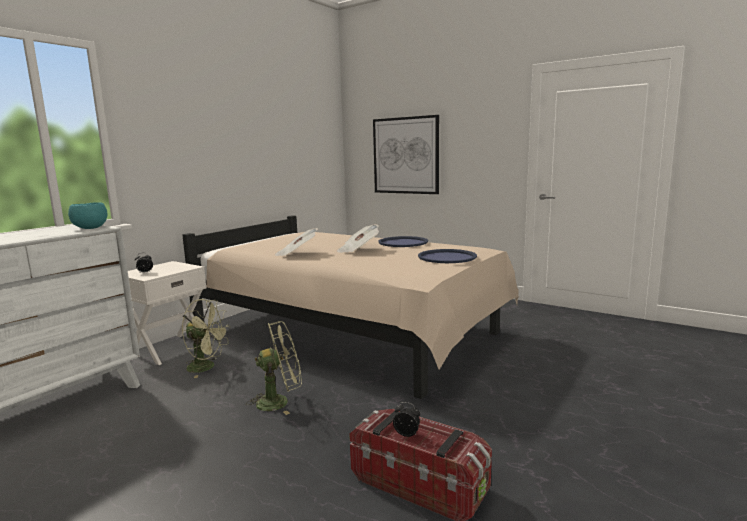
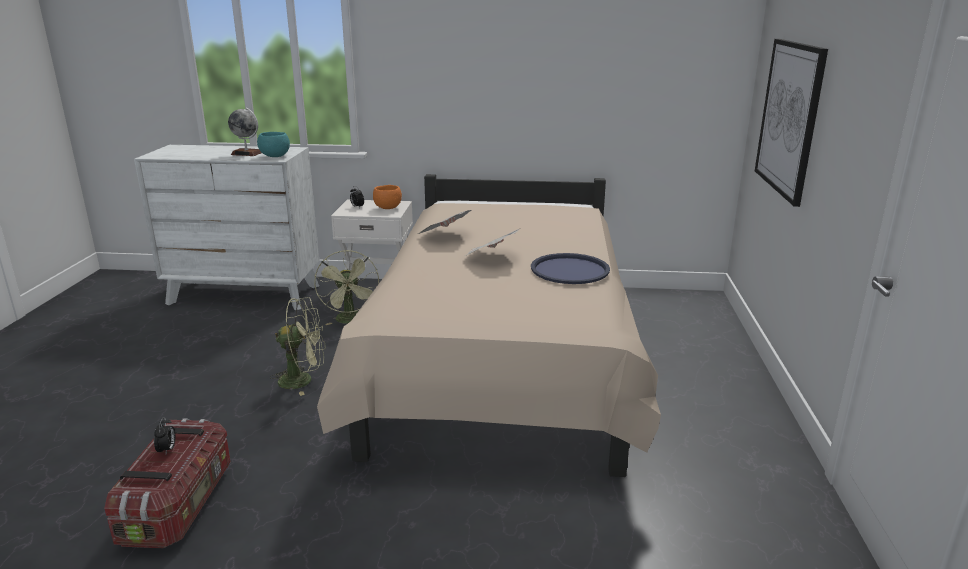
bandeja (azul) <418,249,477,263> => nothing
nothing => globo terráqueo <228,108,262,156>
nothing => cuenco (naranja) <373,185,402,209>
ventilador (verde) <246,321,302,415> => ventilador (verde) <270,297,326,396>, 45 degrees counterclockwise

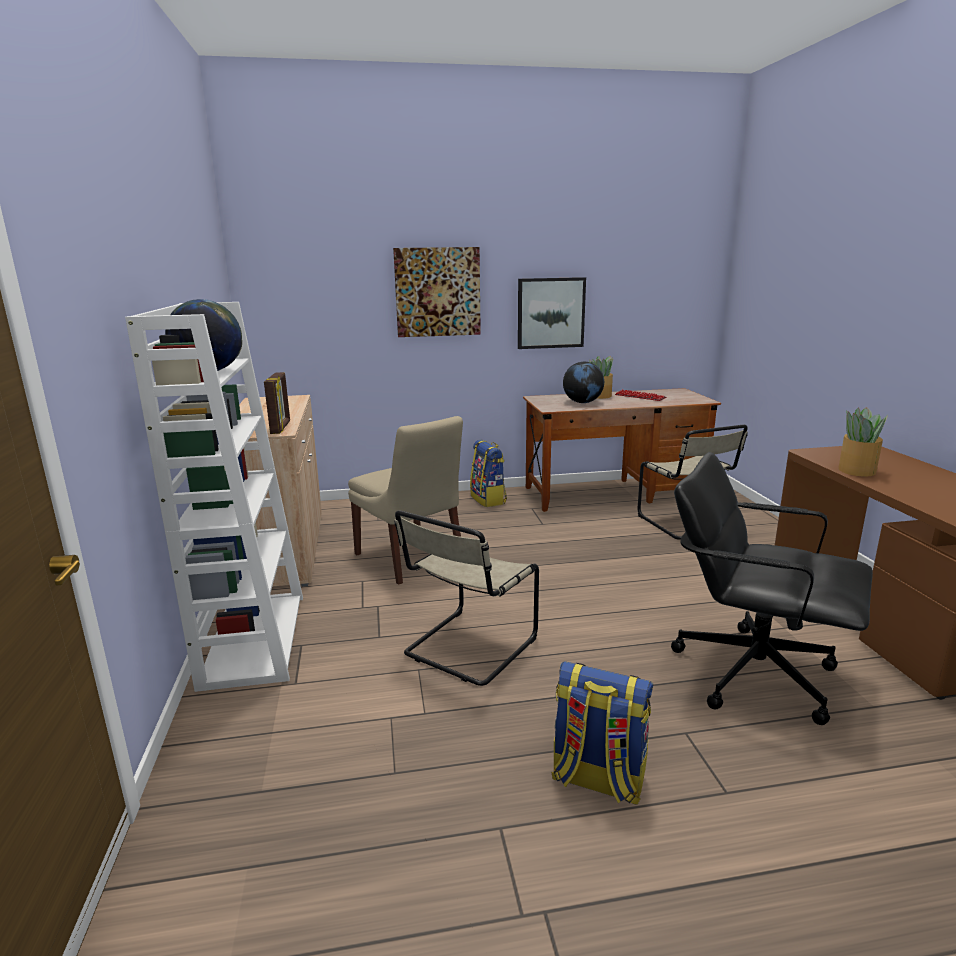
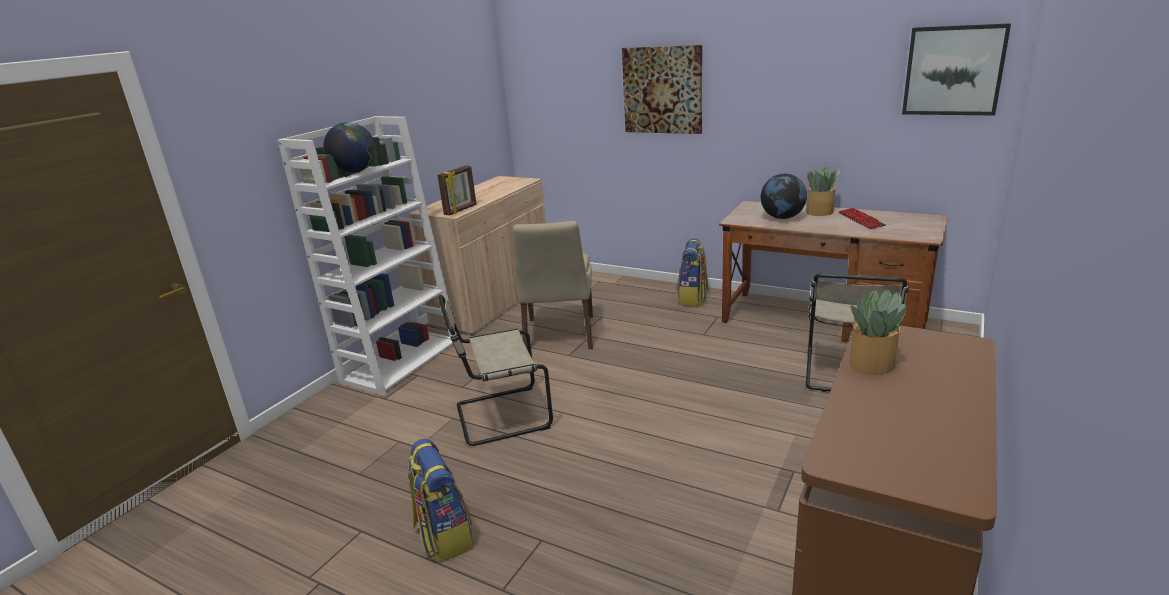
silla de oficina (negro) <671,452,873,725> => nothing
cuadro <518,277,586,349> => cuadro <902,23,1011,115>, relocated

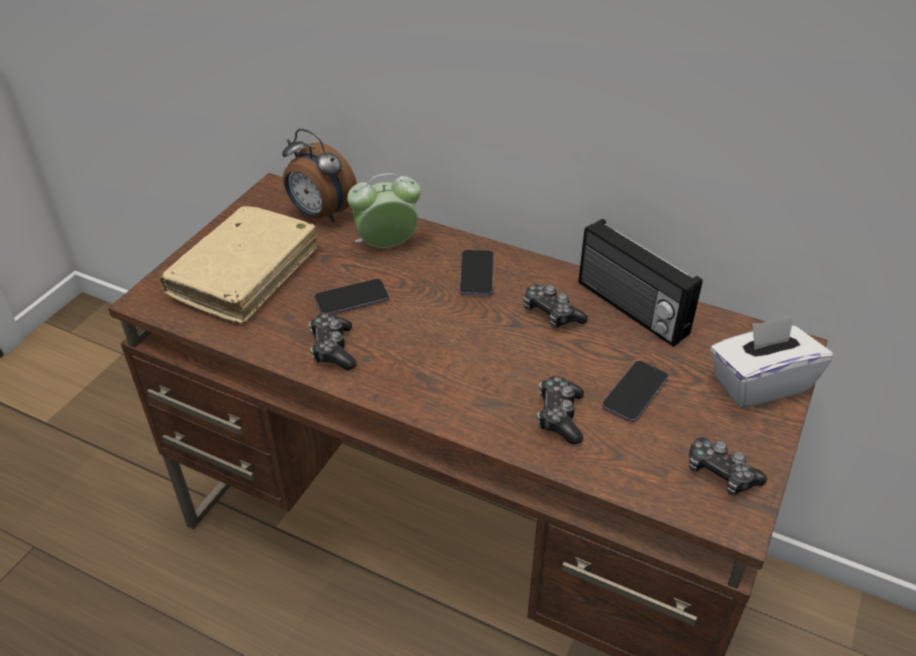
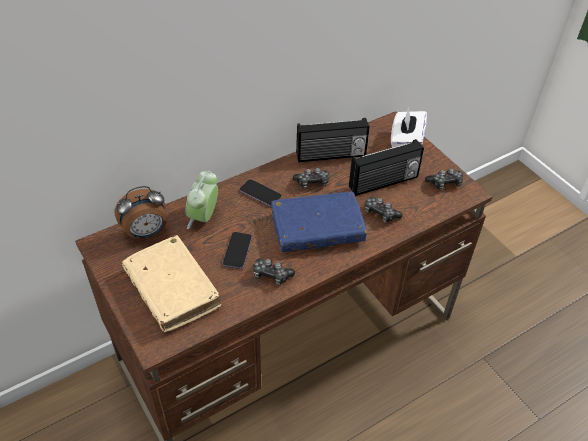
nothing => libro (azul) <271,192,367,252>
móvil <602,361,668,422> => radio <349,139,424,196>

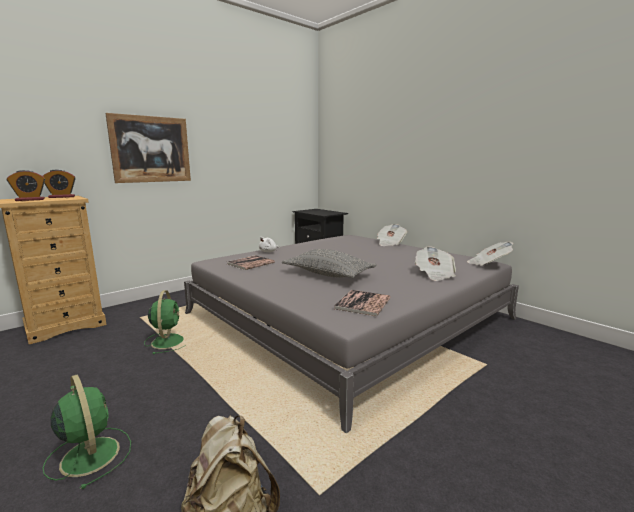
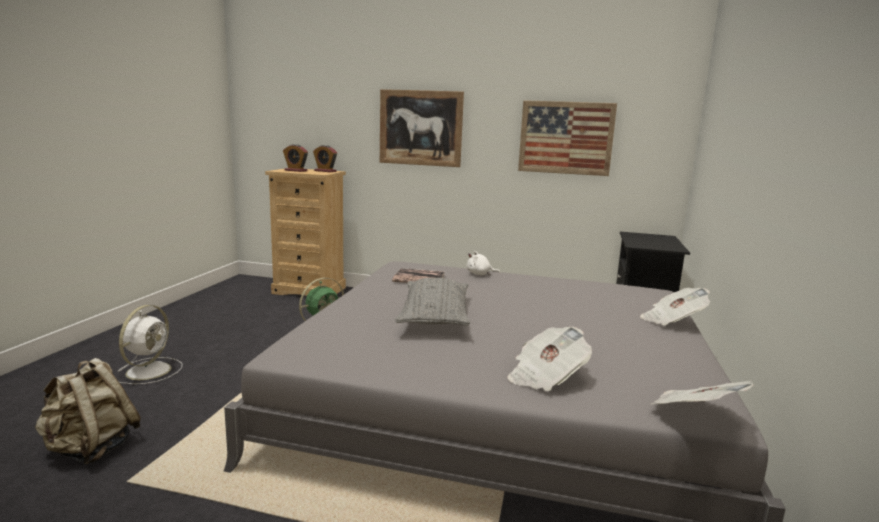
libro <334,290,391,317> => nothing
nothing => cuadro <518,100,617,176>
ventilador (verde) <43,375,131,489> => ventilador (blanco) <118,305,182,384>

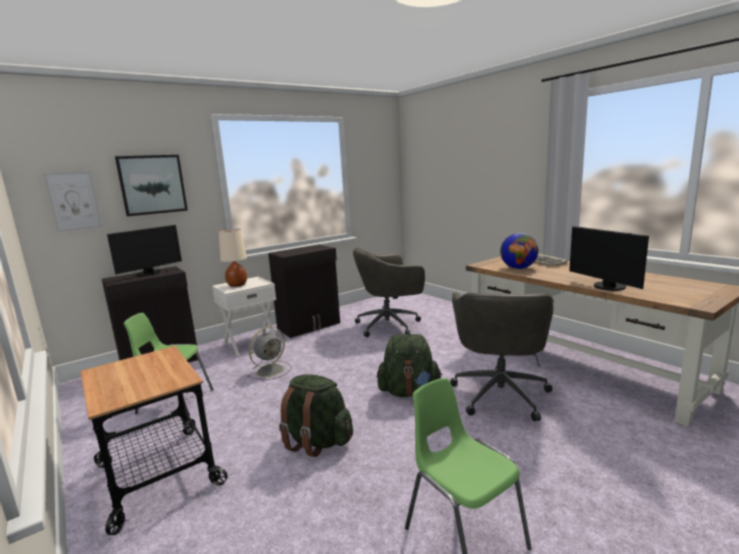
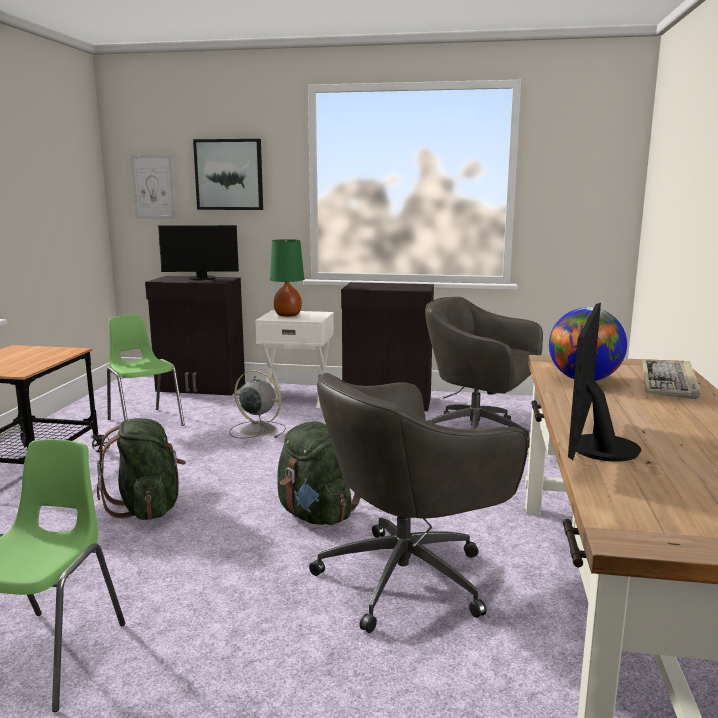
lámpara de mesa (beis) <219,229,247,287> => lámpara de mesa (verde) <270,239,304,317>
ventilador (gris) <248,326,292,380> => ventilador (gris) <229,370,286,438>, 150 degrees counterclockwise

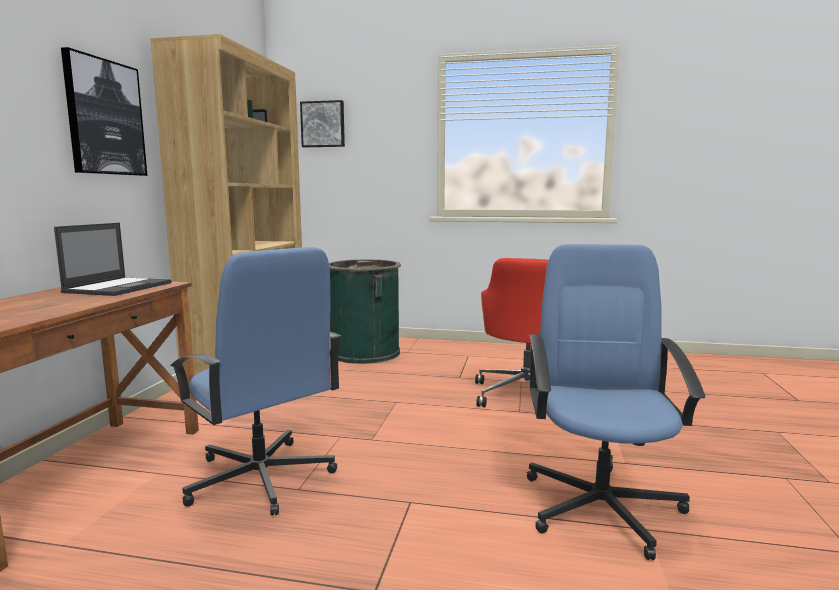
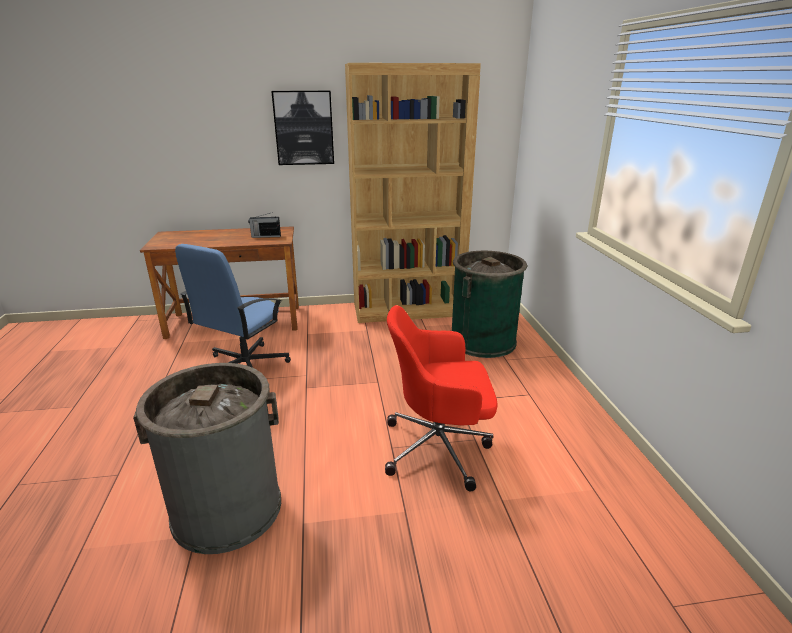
cuadro <300,100,345,147> => nothing
portátil <54,223,172,296> => radio <248,212,281,238>
silla de oficina (azul) <527,244,706,560> => papelera (gris) <133,363,281,554>

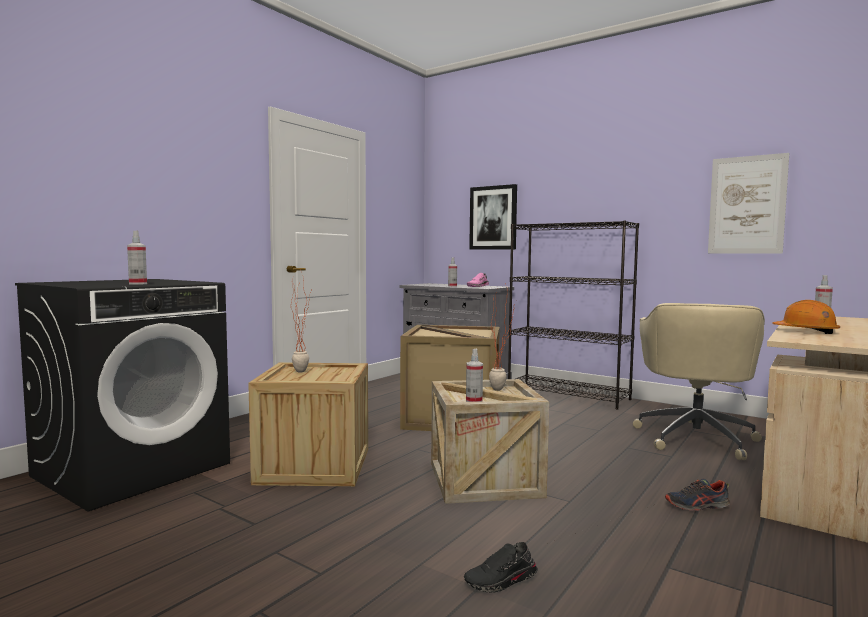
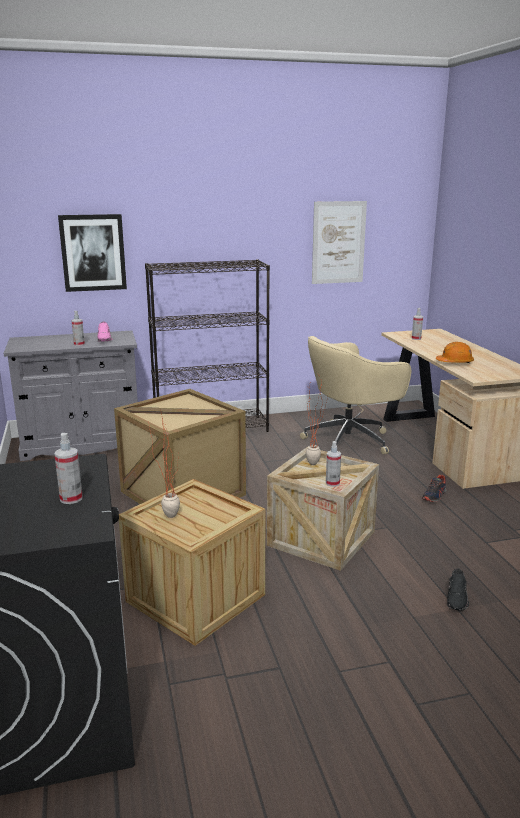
silla de oficina (beis) <633,303,765,460> => silla de oficina (beis) <300,336,411,455>, 90 degrees clockwise

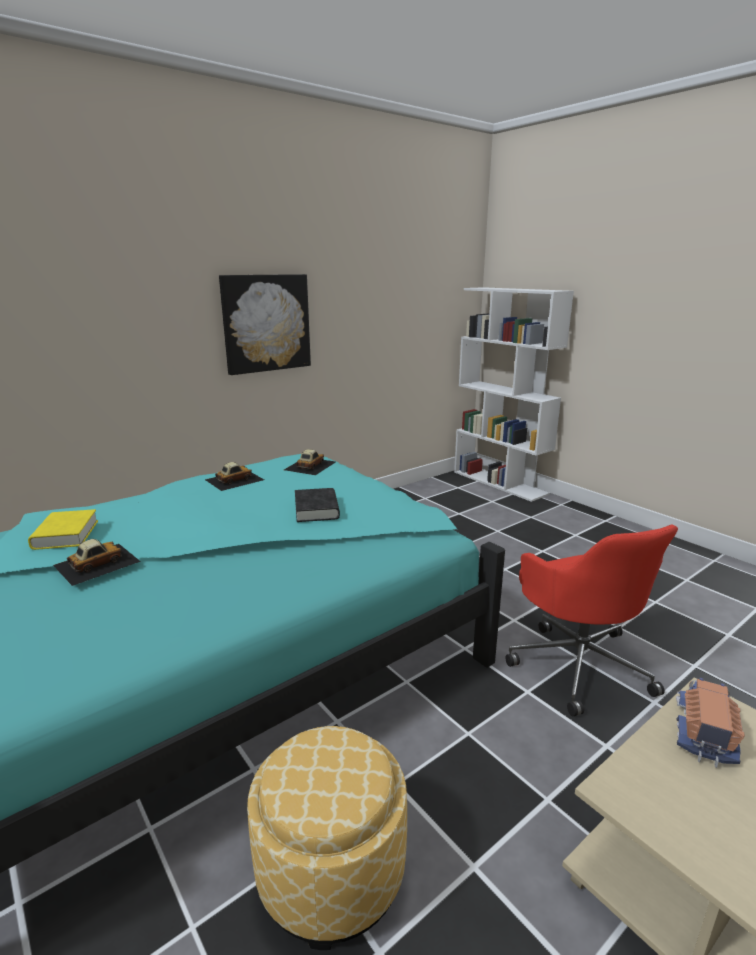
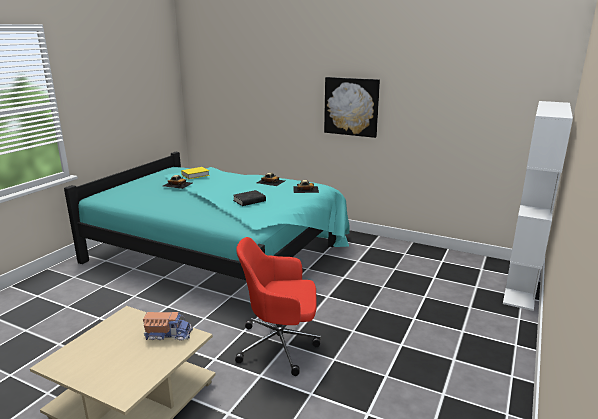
puf <247,726,407,950> => nothing
silla de oficina (rojo) <506,524,678,716> => silla de oficina (rojo) <235,237,321,376>, 45 degrees clockwise

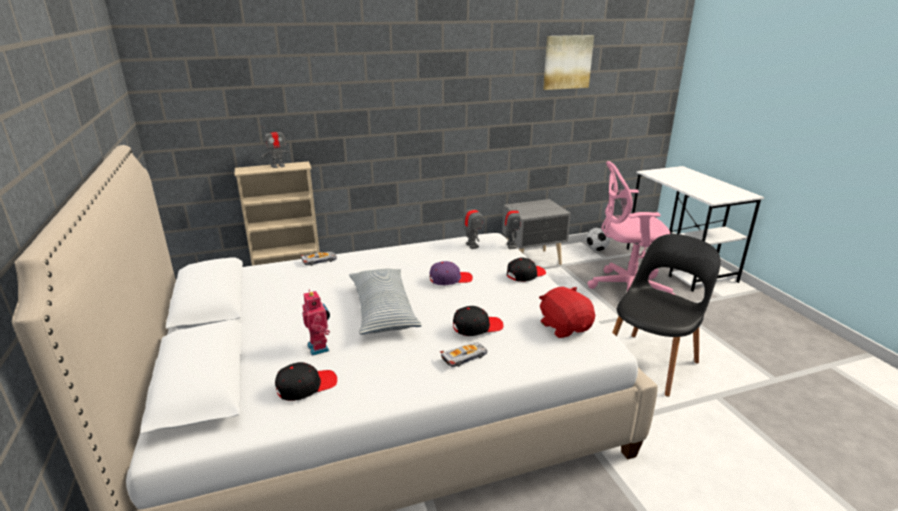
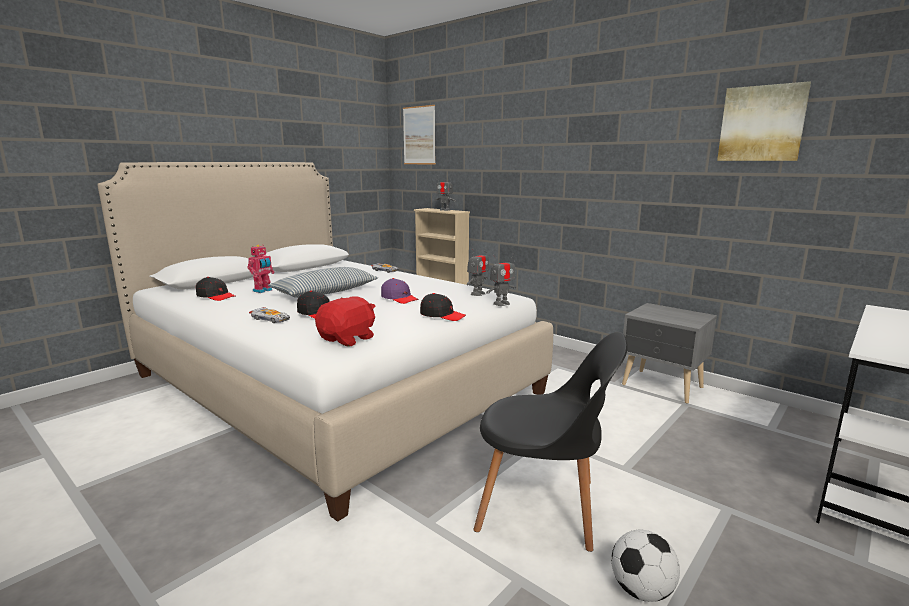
silla de oficina (rosa) <587,161,675,295> => nothing
nothing => cuadro <403,105,436,164>
balón de fútbol <586,227,610,251> => balón de fútbol <611,530,680,602>, relocated

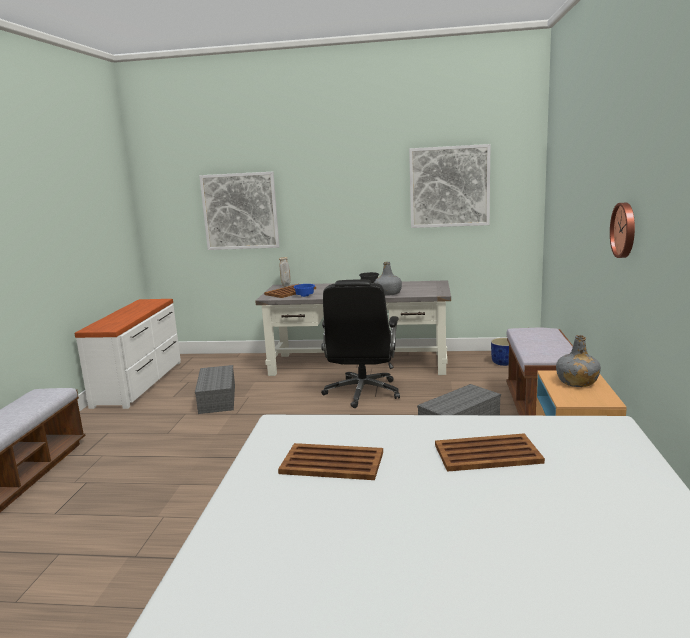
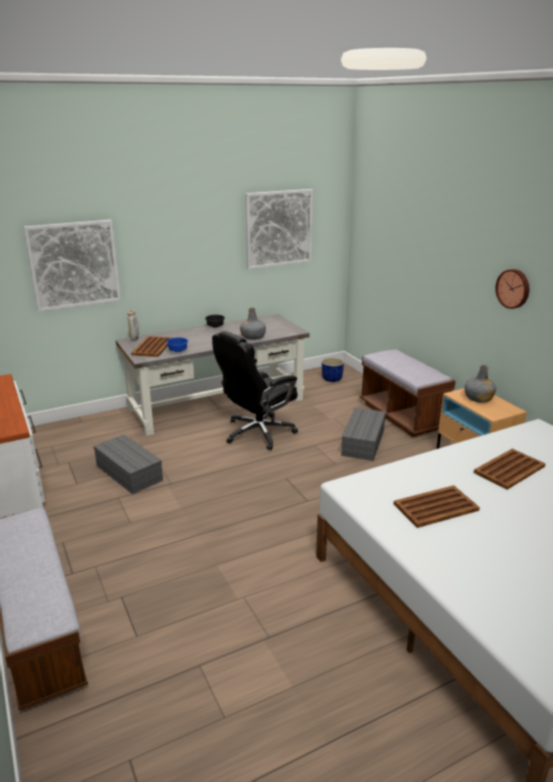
silla de oficina (negro) <321,280,400,408> => silla de oficina (negro) <212,331,298,451>, 75 degrees clockwise

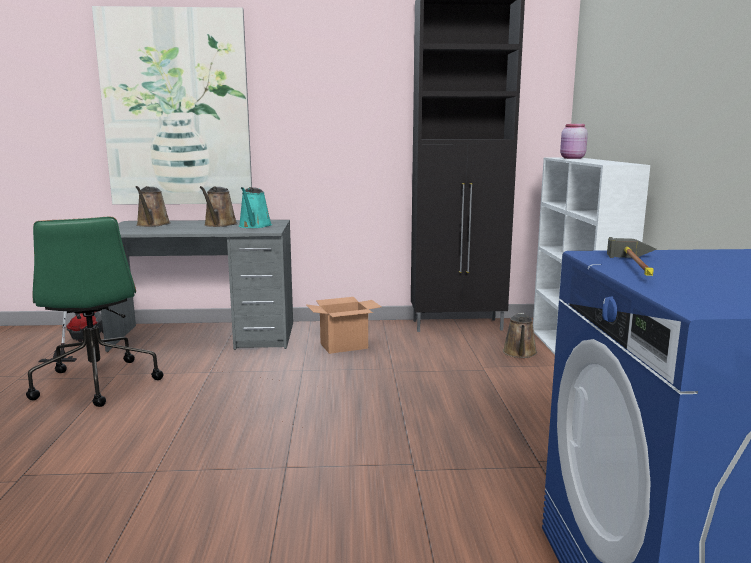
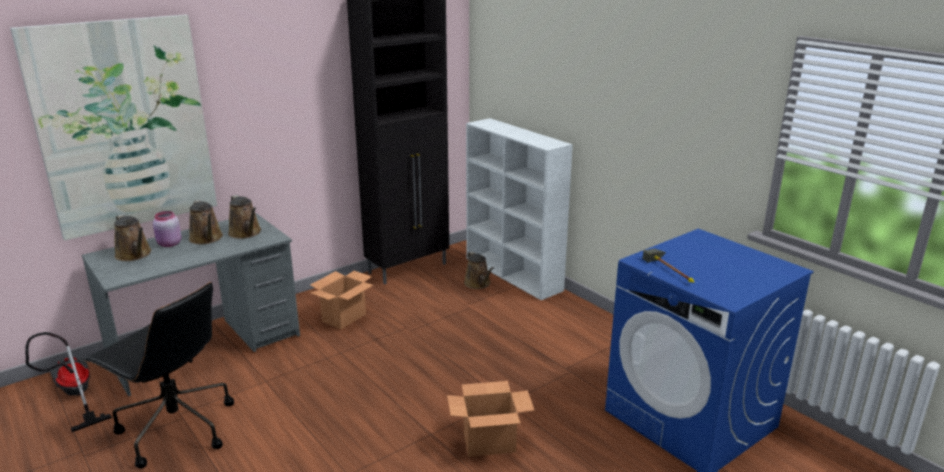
nothing => caja de cartón <447,381,535,457>
tarro (rosa) <560,124,588,159> => tarro (rosa) <153,211,181,247>, relocated
silla de oficina (verde) <26,217,163,407> => silla de oficina (negro) <84,282,234,468>
regadera (turquesa) <239,187,272,228> => regadera (marrón) <228,195,261,239>

